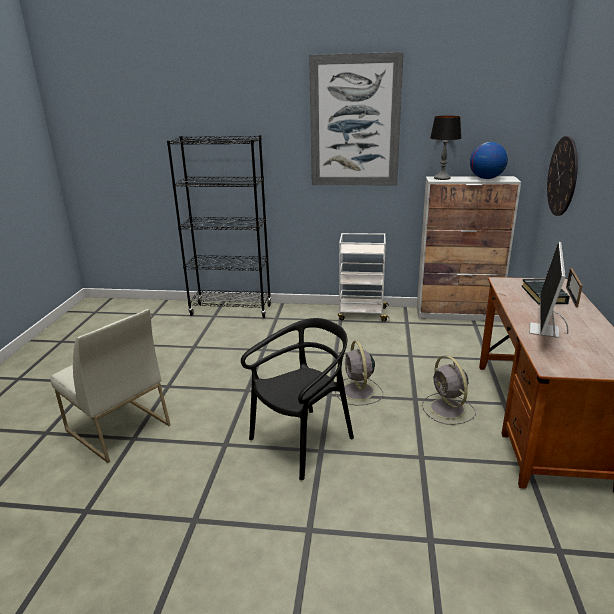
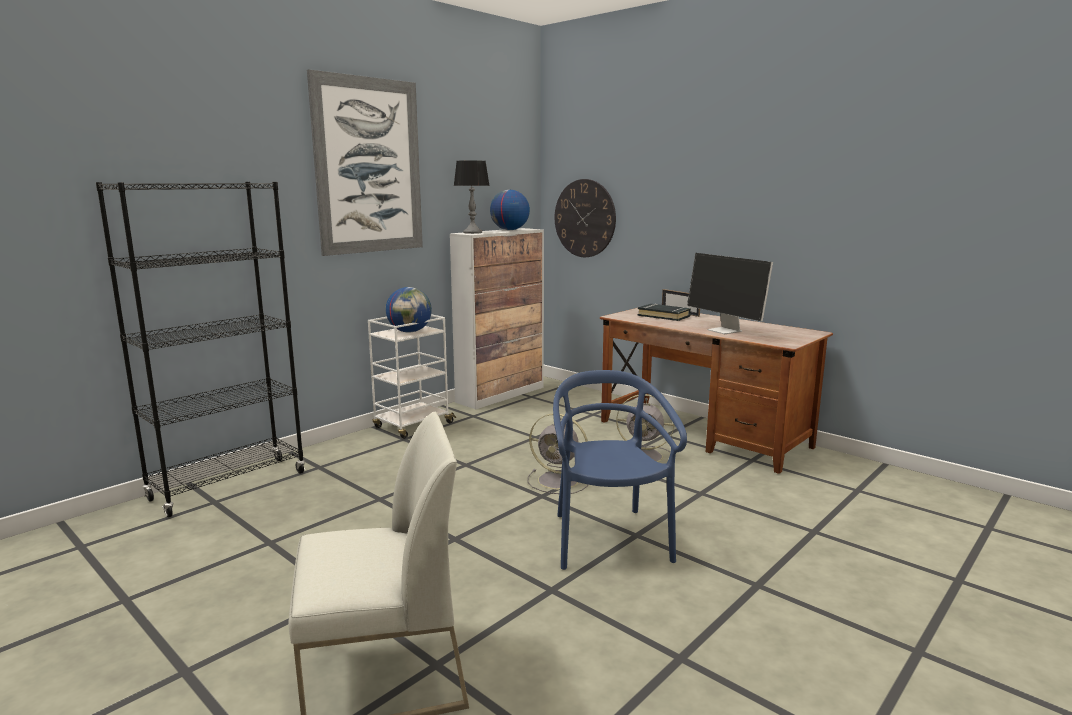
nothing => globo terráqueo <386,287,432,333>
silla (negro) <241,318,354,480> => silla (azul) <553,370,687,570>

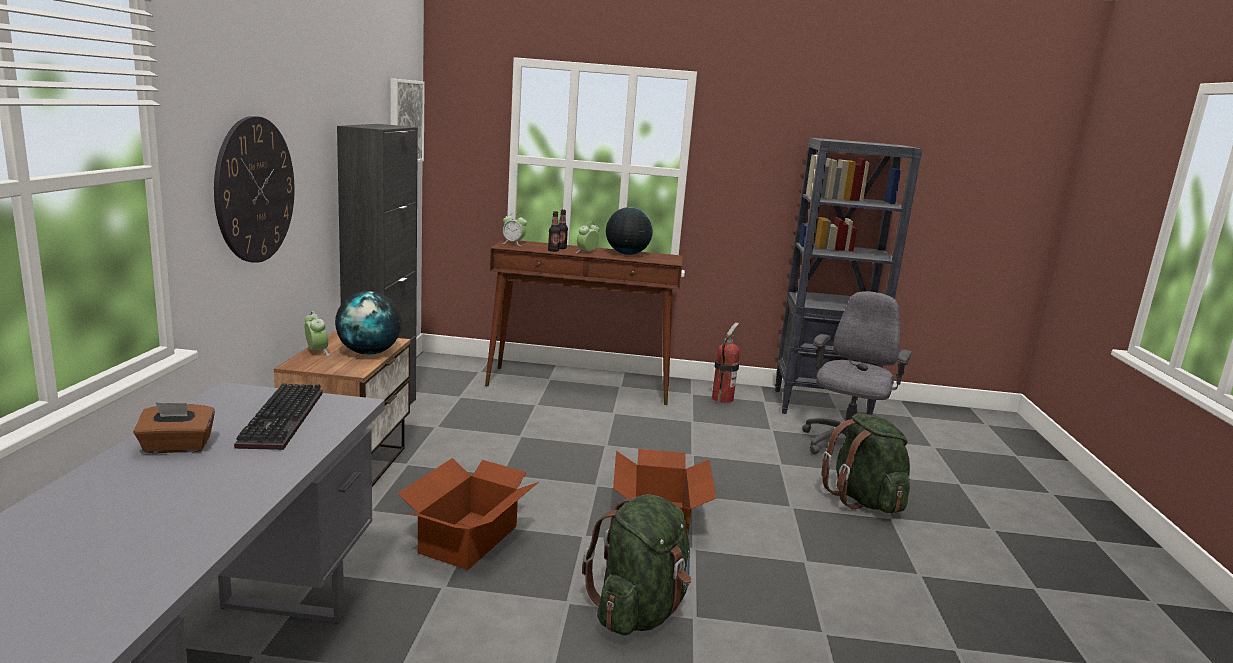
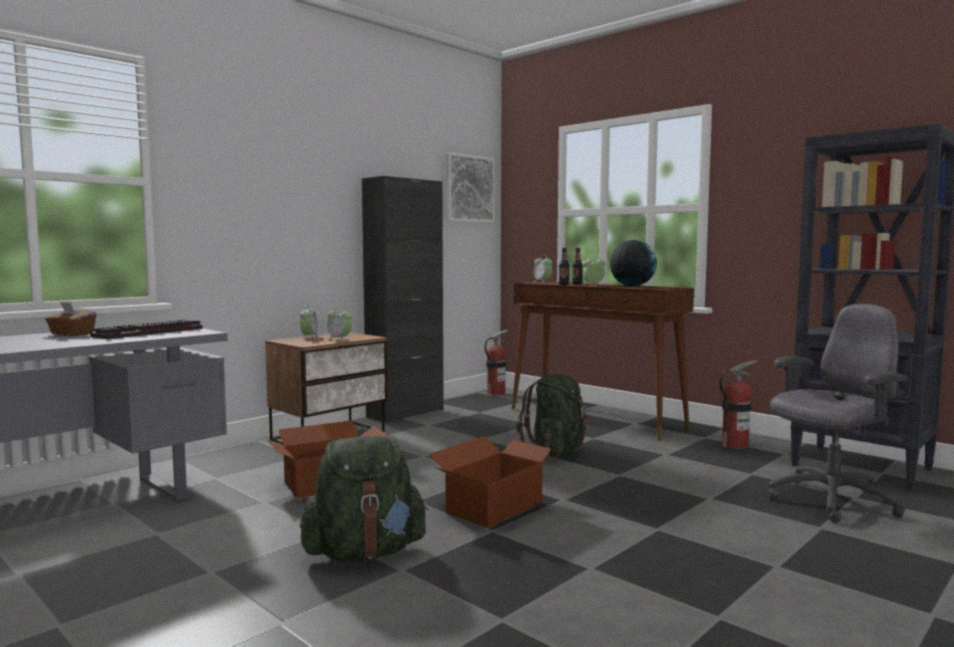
reloj de pared <214,116,295,263> => nothing
nothing => extintor <485,330,508,395>
mochila (verde) <821,414,910,514> => mochila (verde) <517,374,592,456>, relocated
globo terráqueo <335,291,402,355> => despertador <327,309,352,341>

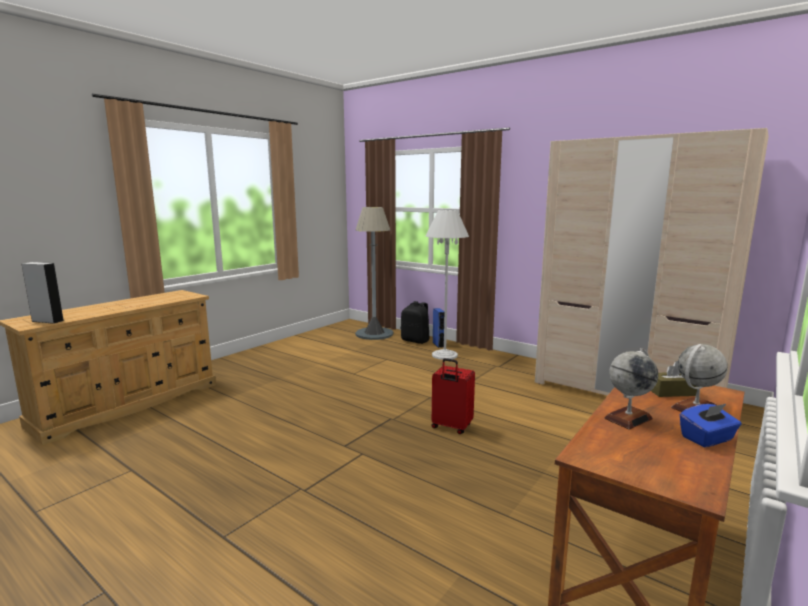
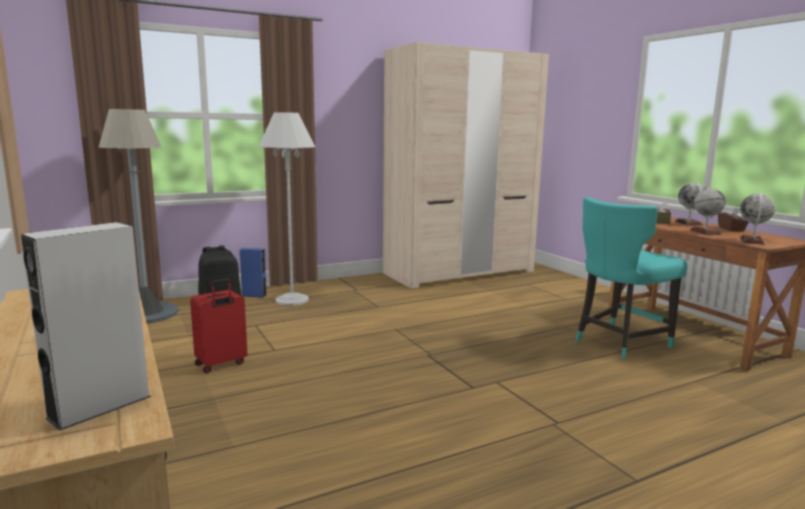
nothing => silla (turquesa) <576,197,688,360>
nothing => globo terráqueo <740,193,775,245>
maleta (rojo) <432,358,475,434> => maleta (rojo) <190,278,247,373>, relocated
caja de pañuelos (azul) <680,404,741,447> => caja de pañuelos (marrón) <718,207,749,231>

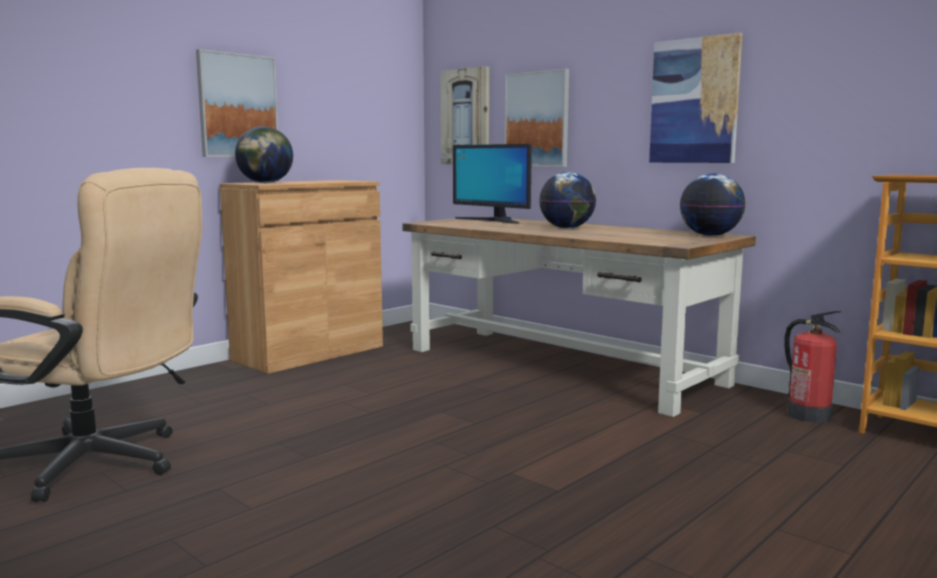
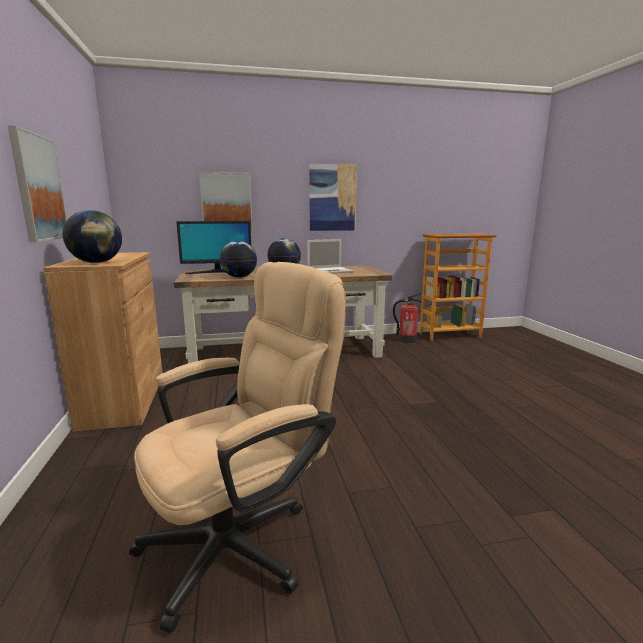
cuadro <440,66,490,165> => nothing
nothing => portátil <307,239,354,274>
globo terráqueo <680,173,746,236> => globo terráqueo <220,241,257,278>, relocated

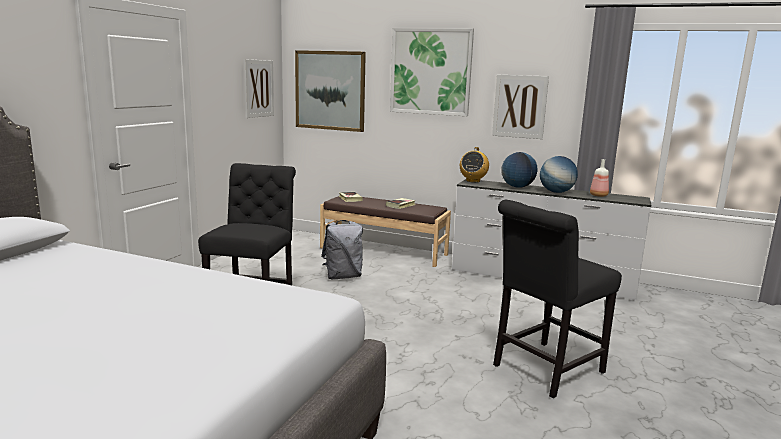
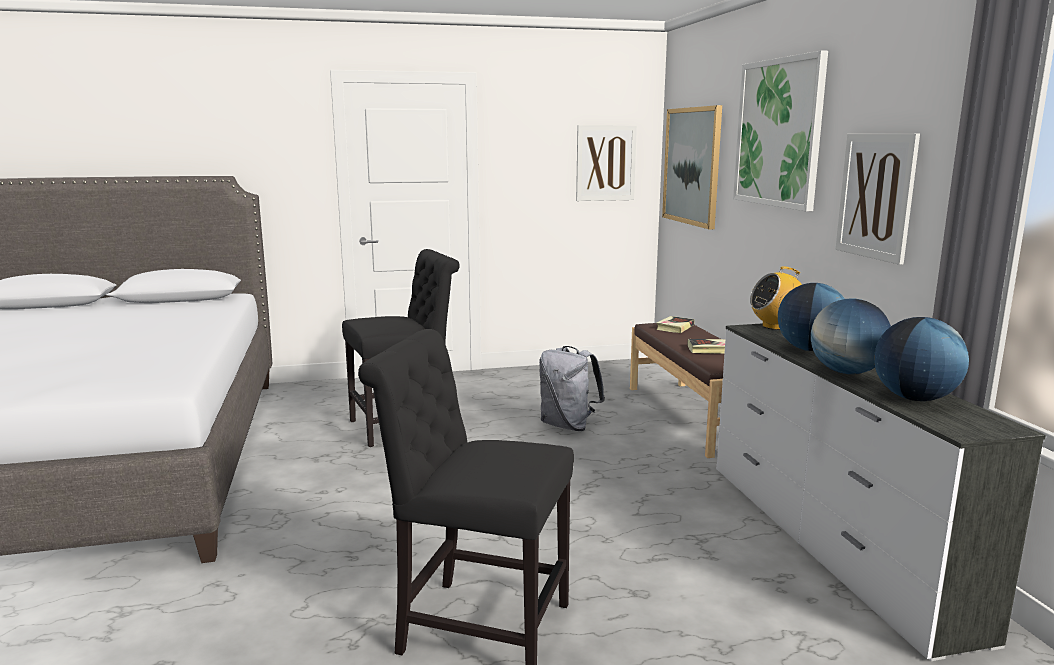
botella <590,159,609,197> => globo terráqueo <874,317,969,401>

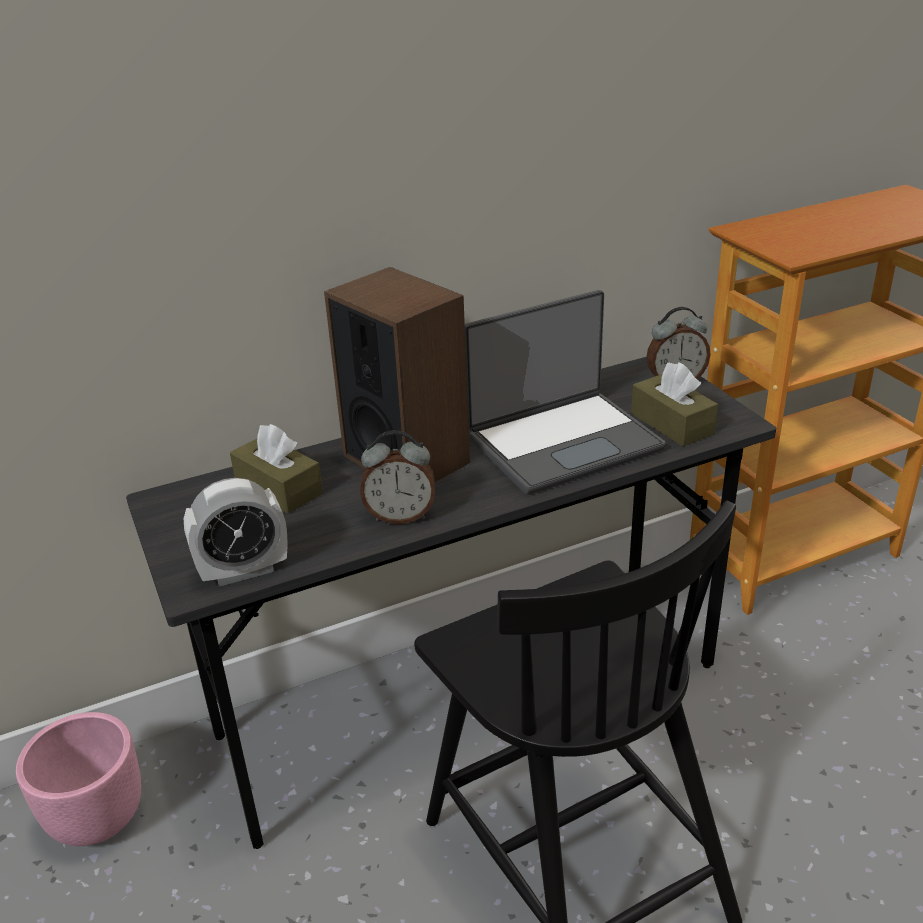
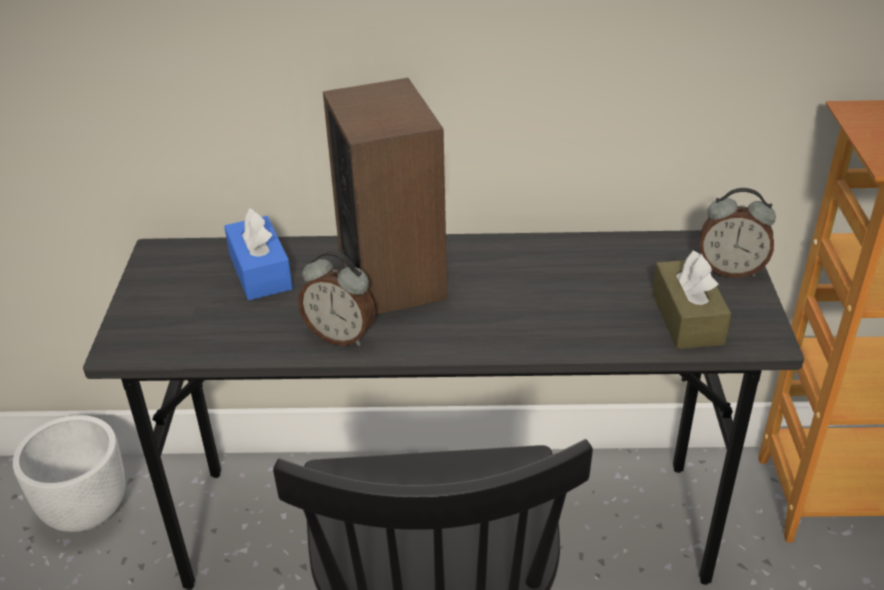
despertador <184,478,288,587> => nothing
portátil <465,290,666,495> => nothing
maceta (rosa) <16,712,141,846> => maceta (blanco) <13,415,125,532>
caja de pañuelos (marrón) <230,424,323,513> => caja de pañuelos (azul) <224,208,293,300>

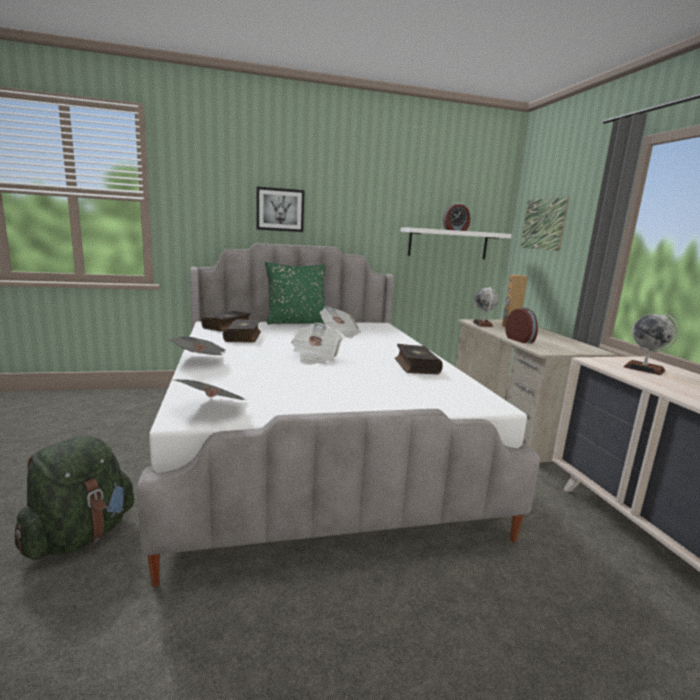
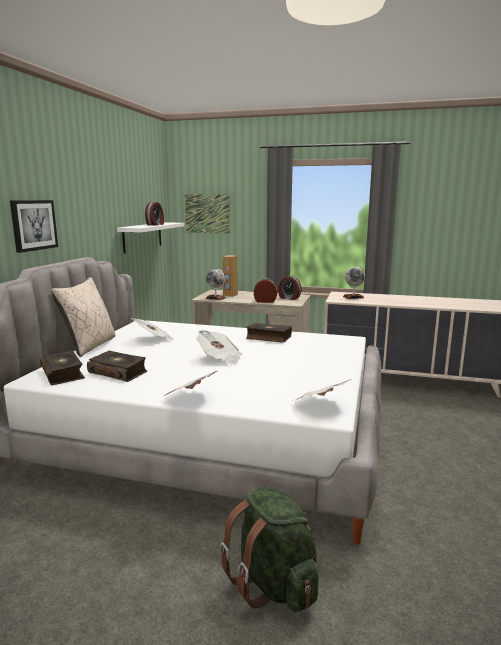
nothing => despertador <278,275,301,300>
cojín (verde) <265,262,326,324> => cojín (beis) <51,277,115,357>

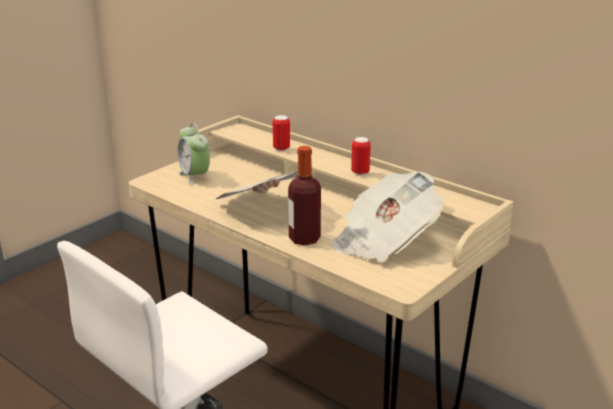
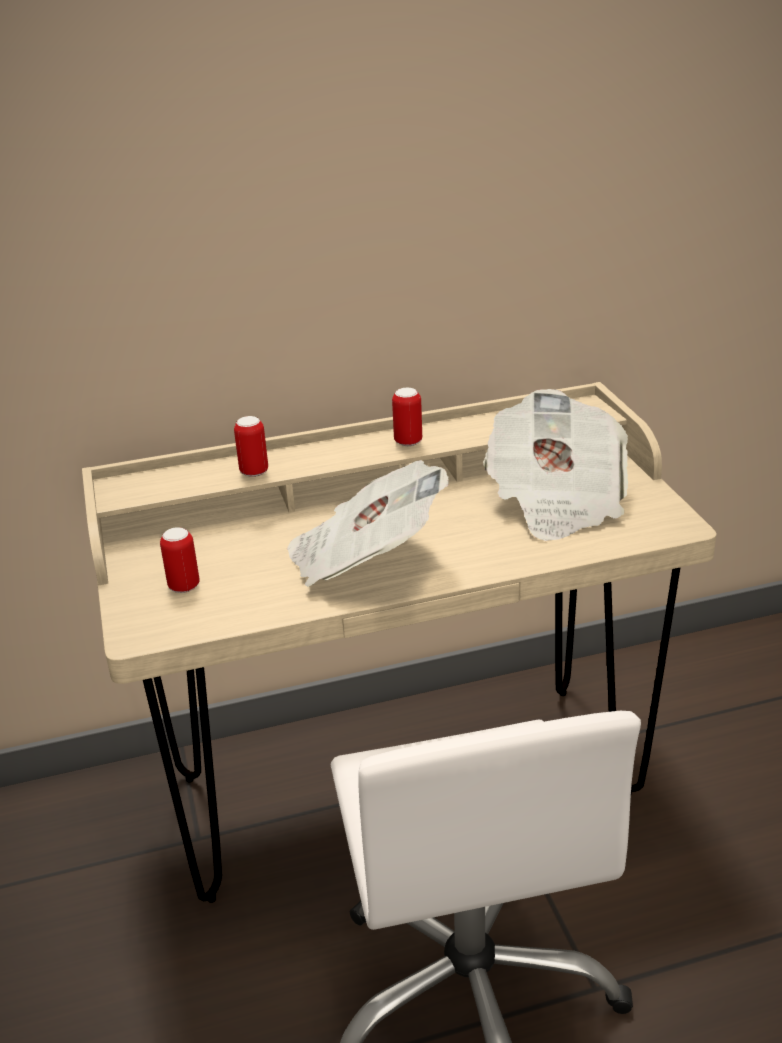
botella <288,146,321,246> => nothing
despertador <178,123,210,186> => lata <160,527,200,593>

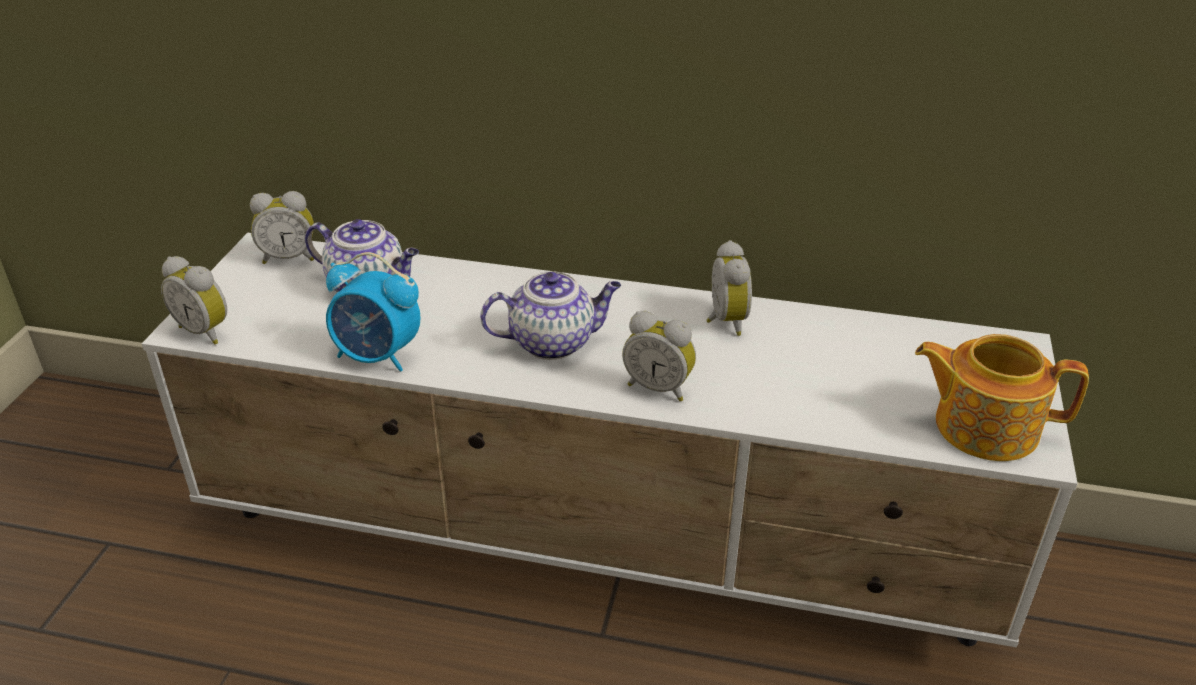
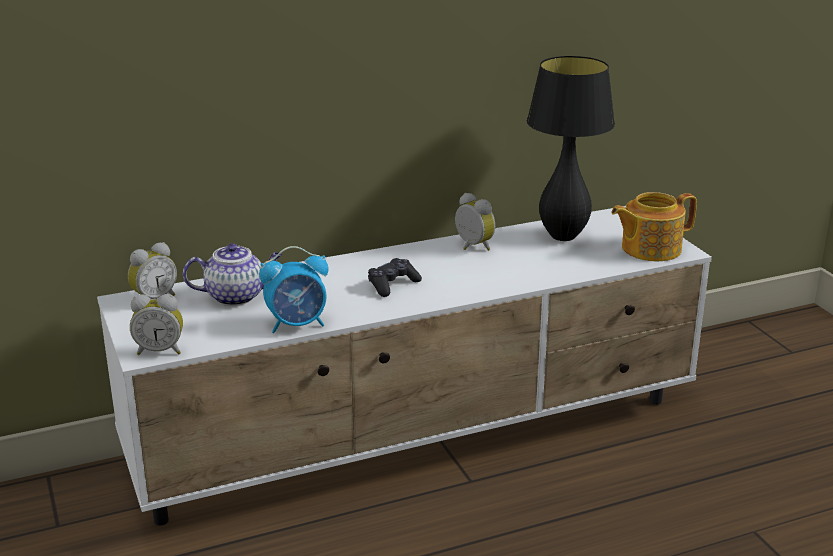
despertador <622,311,696,401> => nothing
nothing => lámpara de mesa (negro) <527,56,615,241>
tetera <480,271,621,360> => mando de consola (negro) <368,258,422,297>

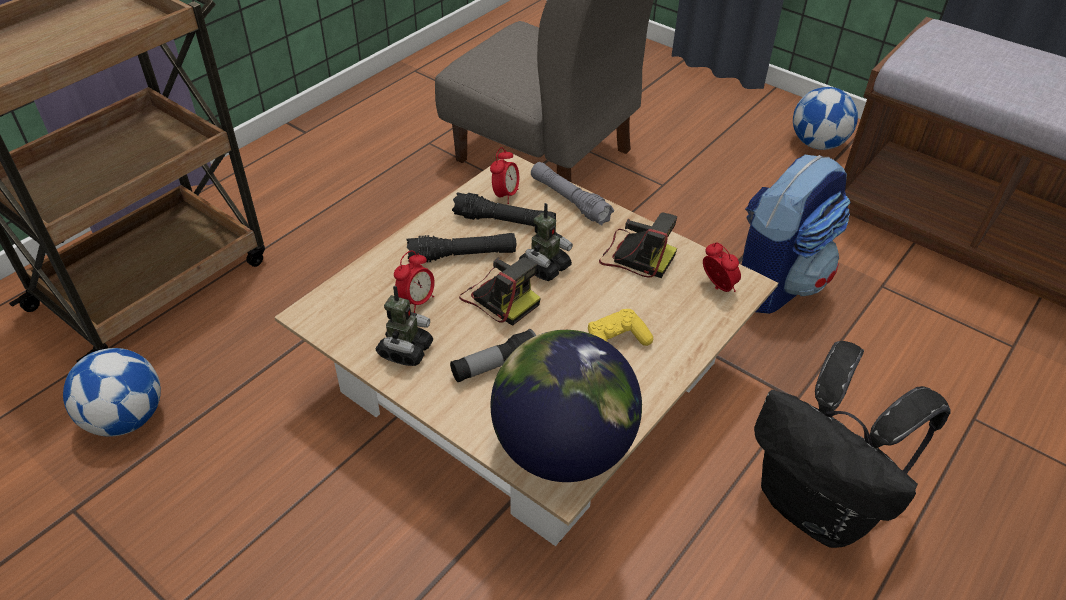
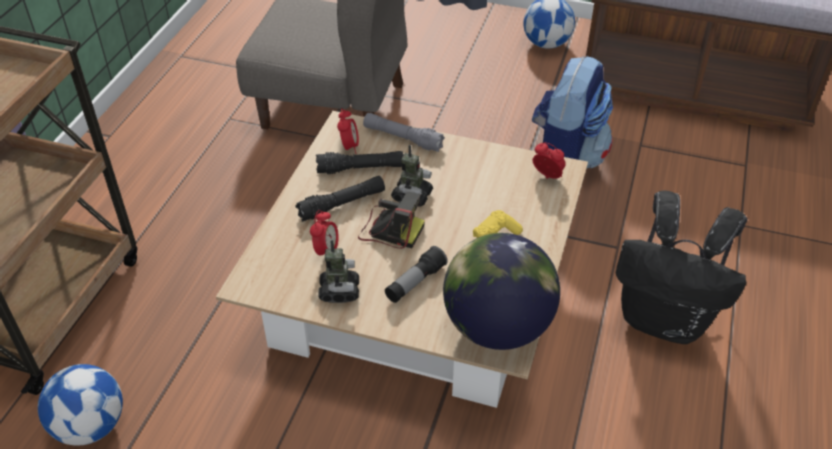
cámara <599,212,677,278> => nothing

